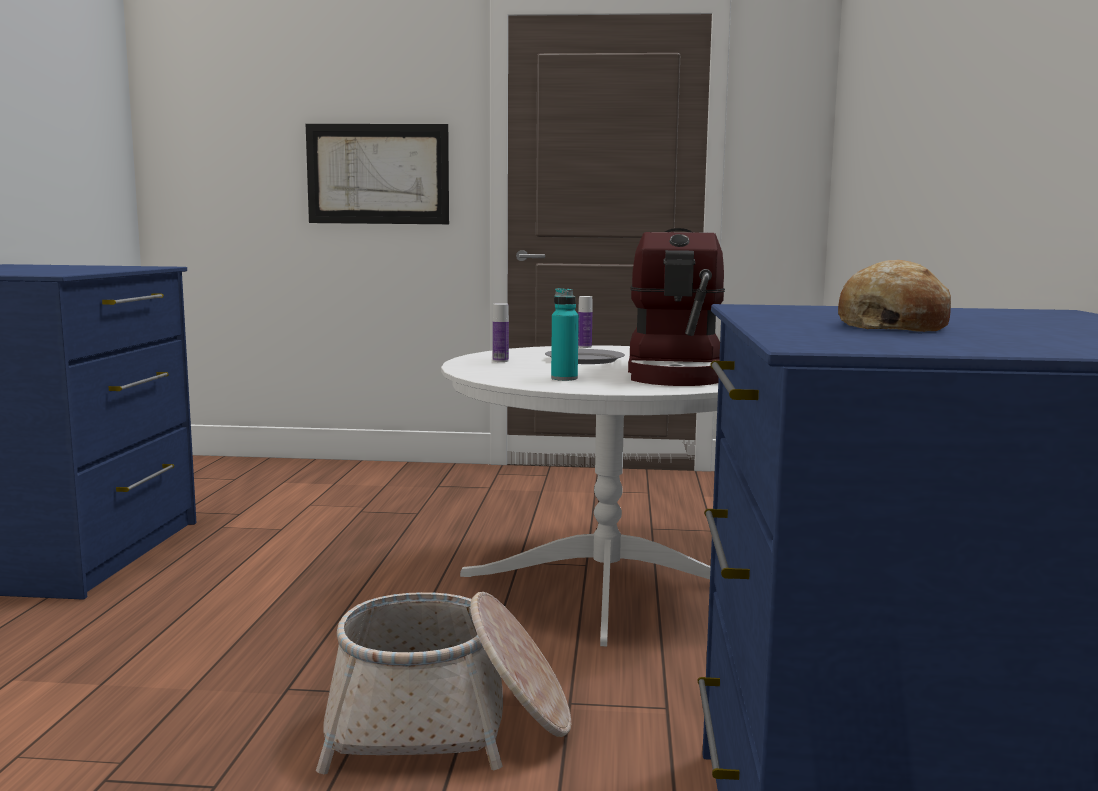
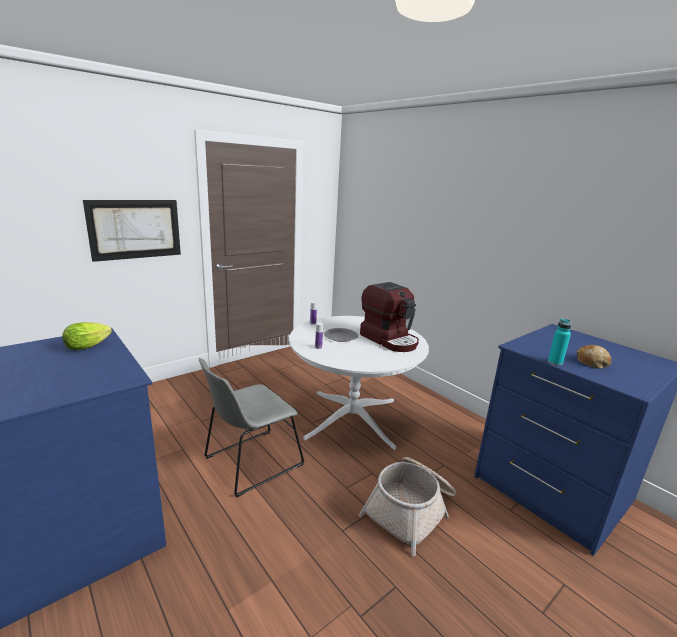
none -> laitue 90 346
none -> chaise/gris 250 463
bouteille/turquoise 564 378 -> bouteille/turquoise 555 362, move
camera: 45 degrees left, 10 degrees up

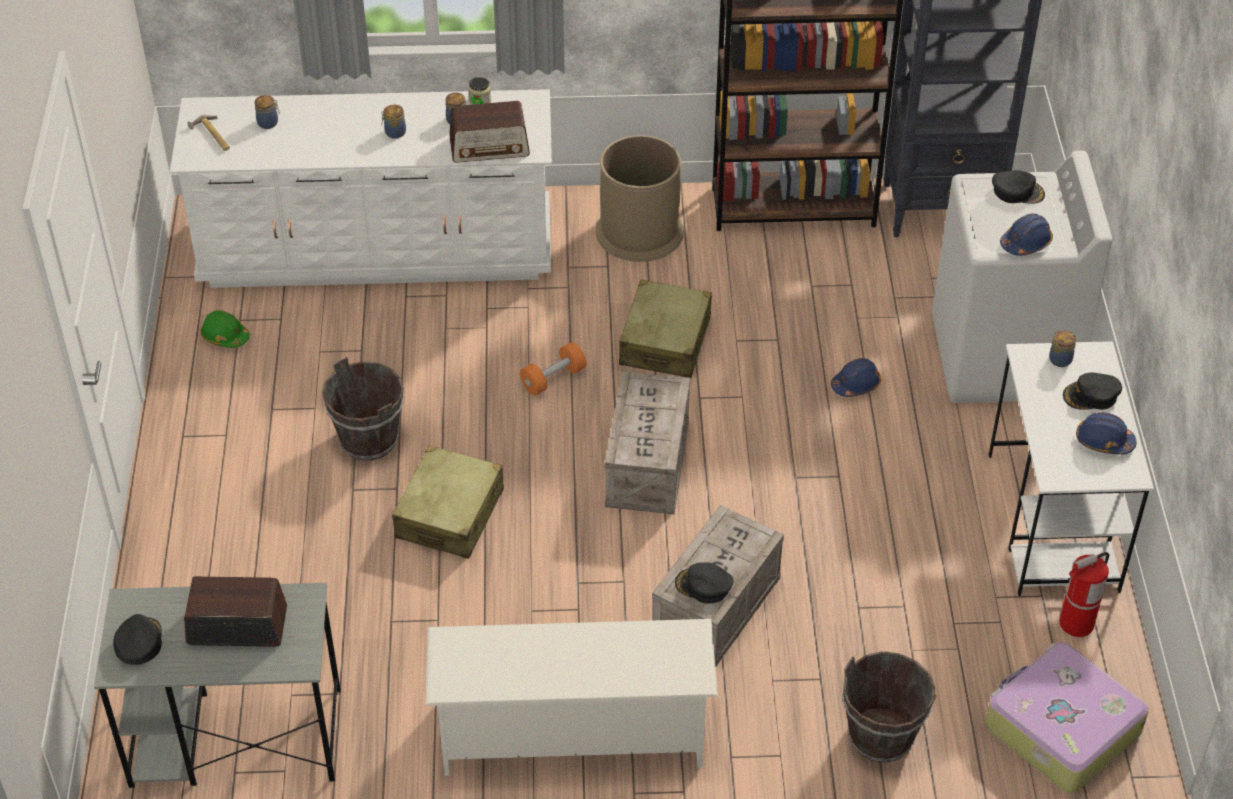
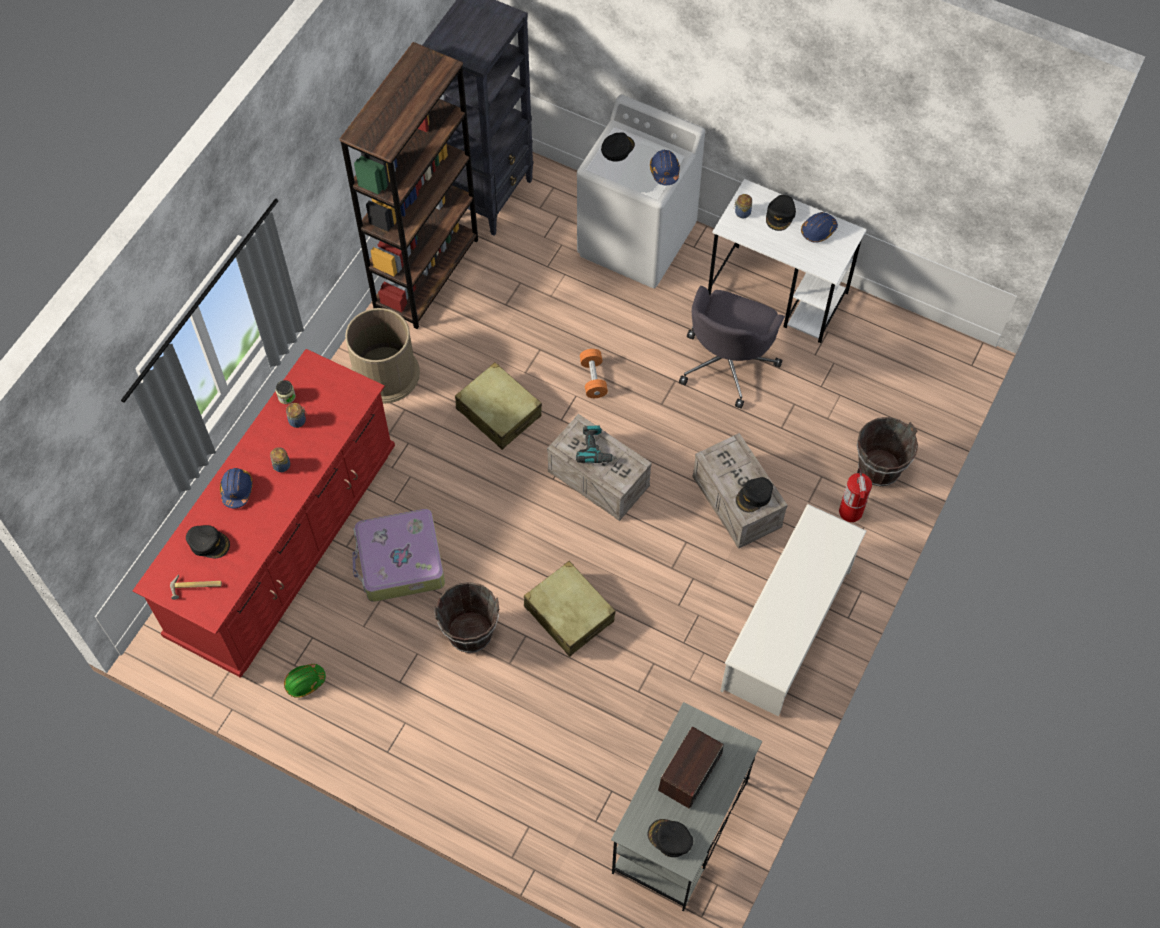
radio 490 147 -> none
none -> perceuse 595 448
none -> chaise de bureau/gris 727 363
haltère/orange 553 379 -> haltère/orange 593 379, move
casque de chantier/bleu 856 384 -> casque de chantier/bleu 237 490, move
valise 1060 728 -> valise 400 562, move
extincteur 1076 624 -> extincteur 851 512, move
bocal 269 123 -> casquette/noir 208 543
commode/blanc 376 249 -> commode/rouge 284 543
camera: 60 degrees left, 15 degrees up

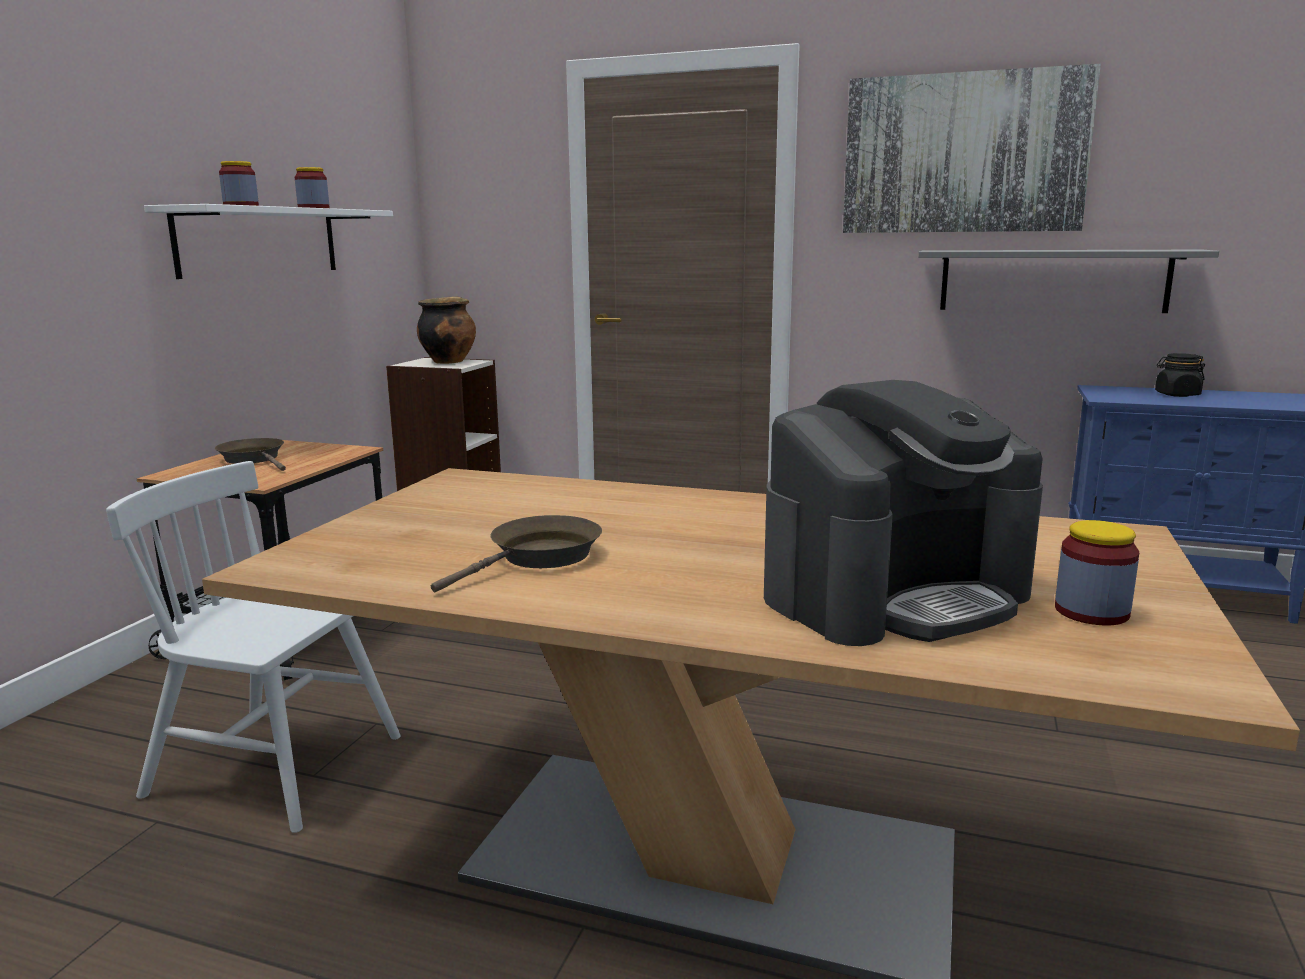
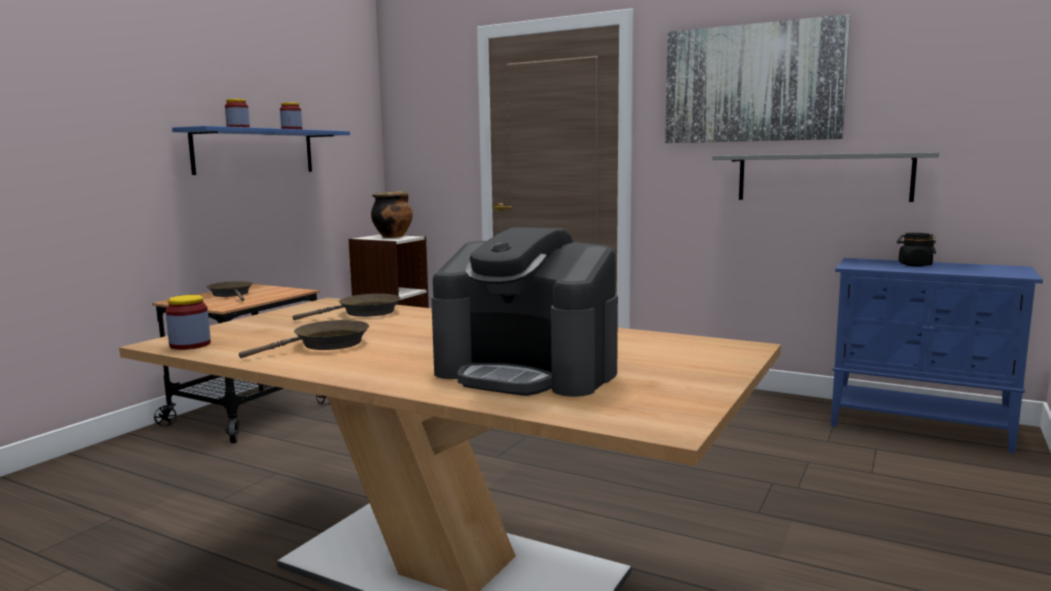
chaise/blanc 276 766 -> none
none -> poêle/marron 364 313
bocal 1091 612 -> bocal 190 345, move
étagère/blanc 259 241 -> étagère/bleu 254 151
machine à café 895 594 -> machine à café 527 372, 45 degrees clockwise
camera: 10 degrees right, 5 degrees down

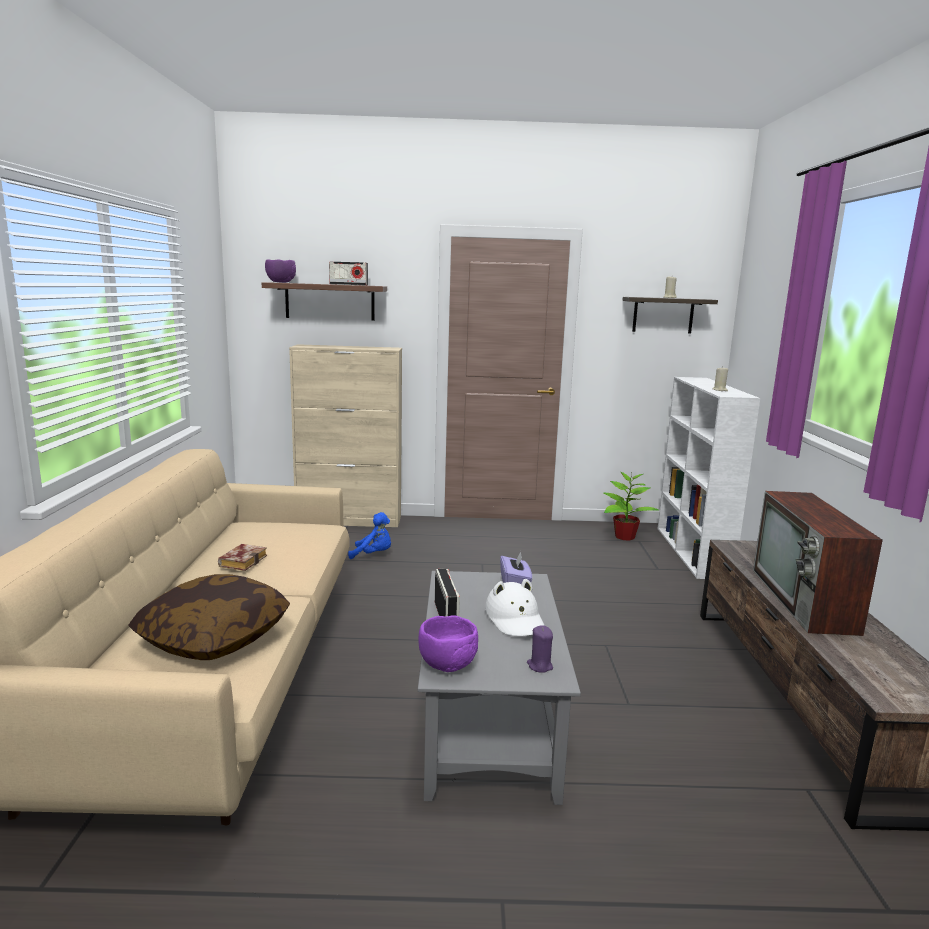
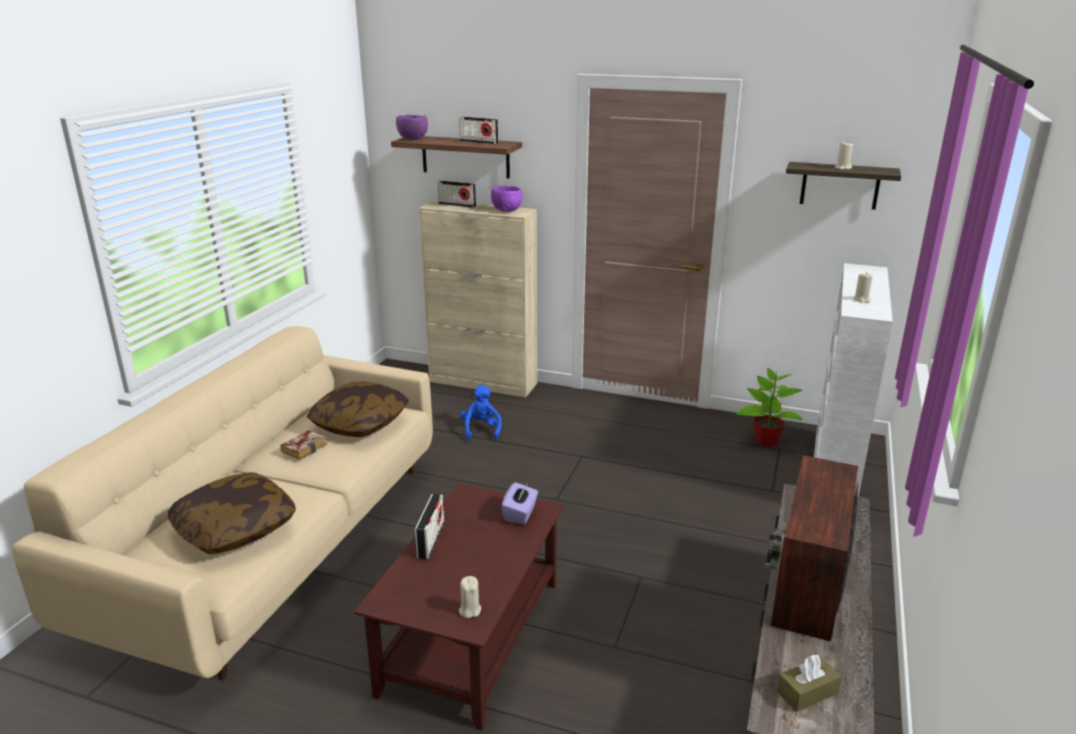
chapeau/blanc 515 619 -> none
none -> coussin 360 423
none -> radio 457 205
none -> boîte à mouchoirs/marron 807 692
bol/violet 447 666 -> bol/violet 506 211, move
table basse/gris 487 720 -> table basse/marron 472 635
bougie/violet 539 666 -> bougie/beige 469 610
peluche/bleu 373 555 -> peluche/bleu 481 430, 120 degrees counterclockwise
camera: 20 degrees right, 10 degrees up

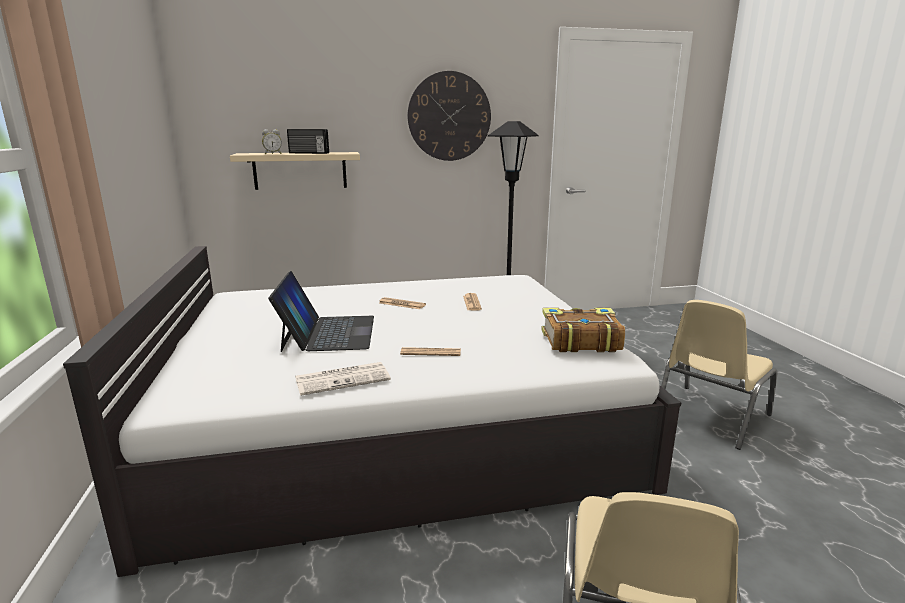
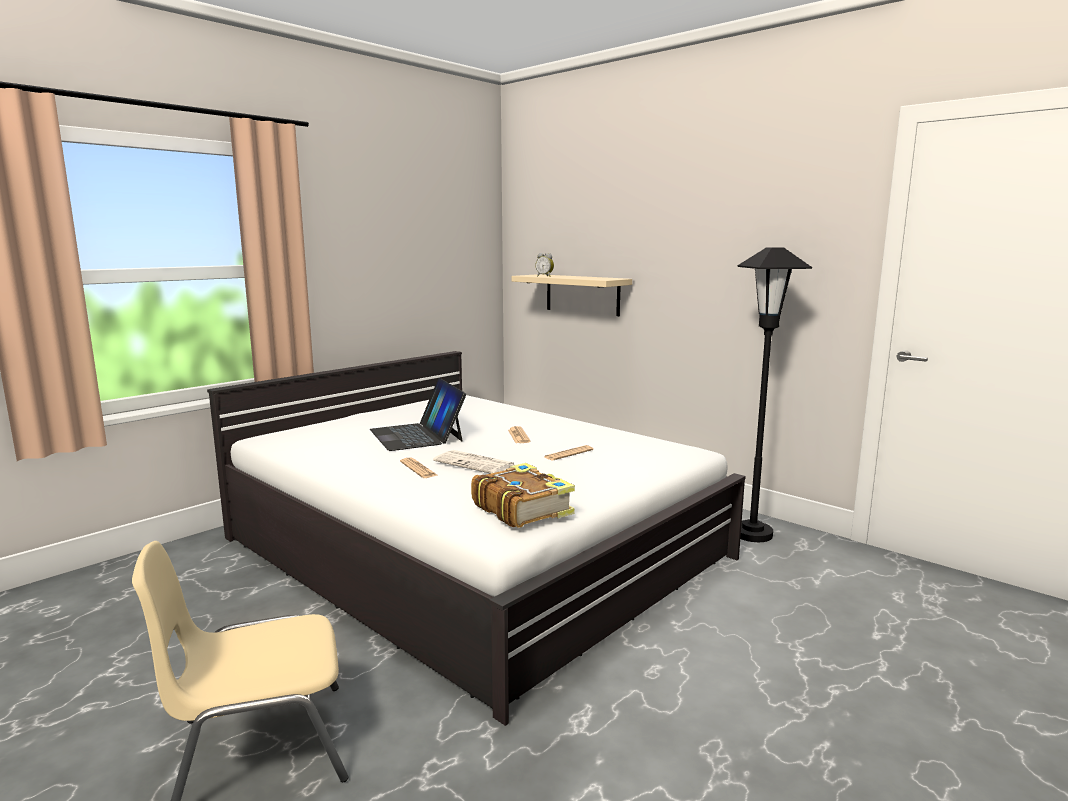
radio 308 153 -> none
horloge murale 449 116 -> none
chaise/beige 710 416 -> none
journal 343 379 -> journal 475 463, move
ordinateur portable 328 333 -> ordinateur portable 417 435, 105 degrees clockwise
camera: 55 degrees right, 5 degrees down

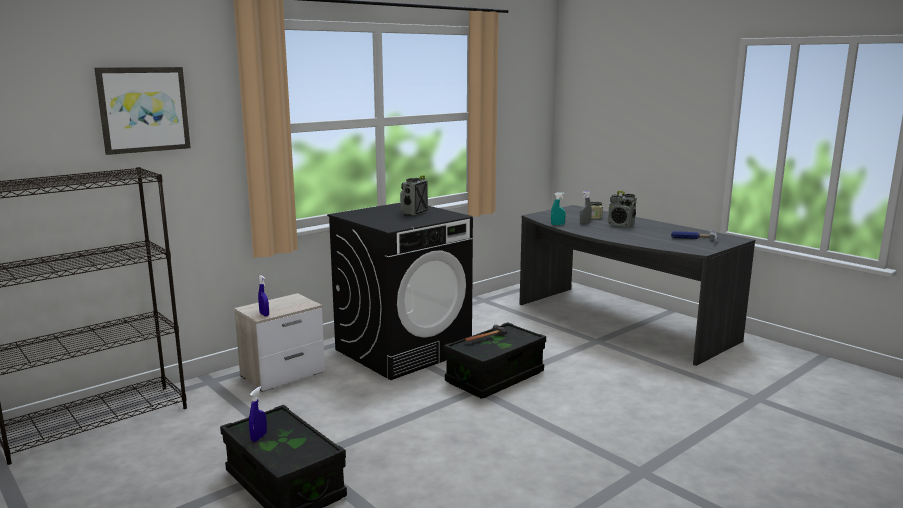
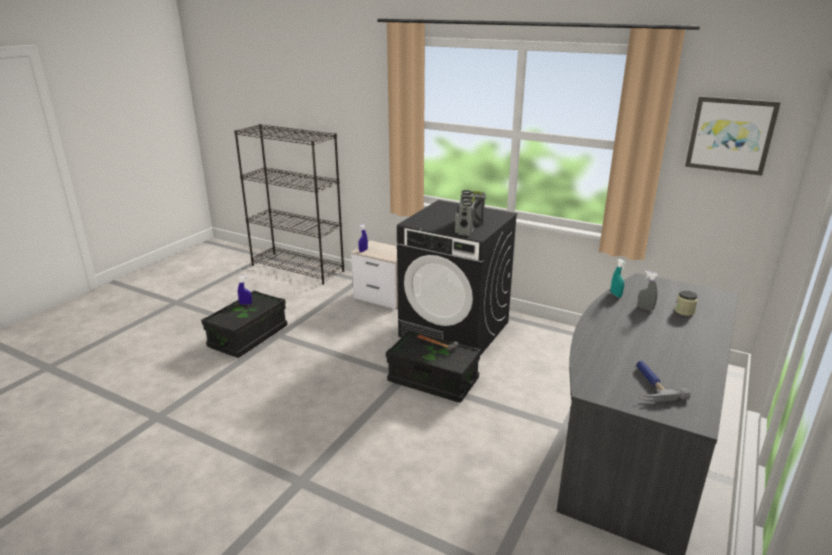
tableau 143 109 -> tableau 730 135, move
radio 621 225 -> radio 464 232, move
camera: 70 degrees right, 10 degrees up

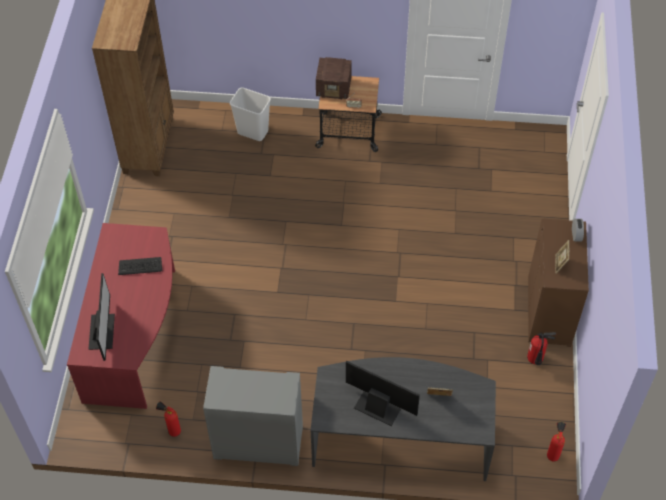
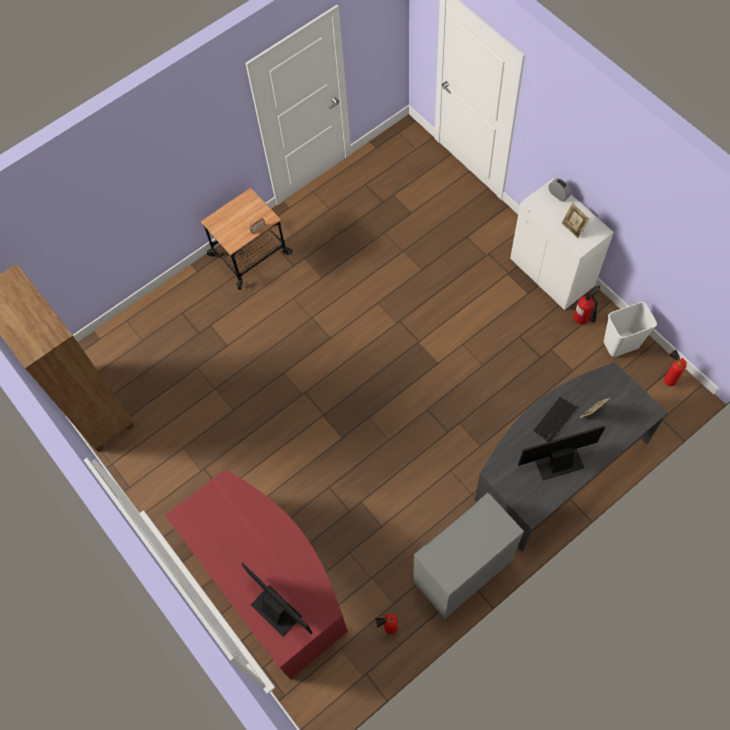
radio 334 88 -> none
clavier 140 266 -> clavier 555 419, move
poubelle/blanc 253 131 -> poubelle/blanc 621 343, move
meuble de rangement/marron 550 311 -> meuble de rangement/blanc 552 272
camera: 40 degrees left, 10 degrees up

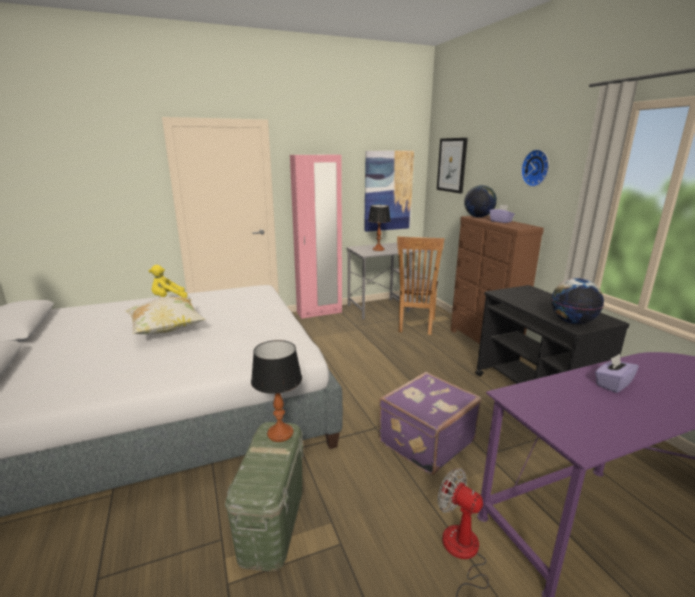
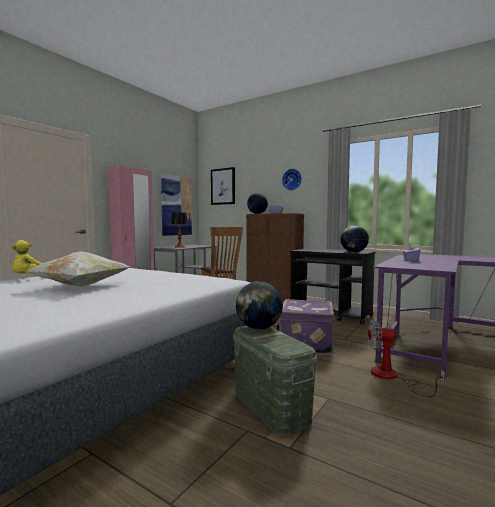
lampe de table 280 433 -> globe 259 328
camera: 35 degrees left, 15 degrees down

